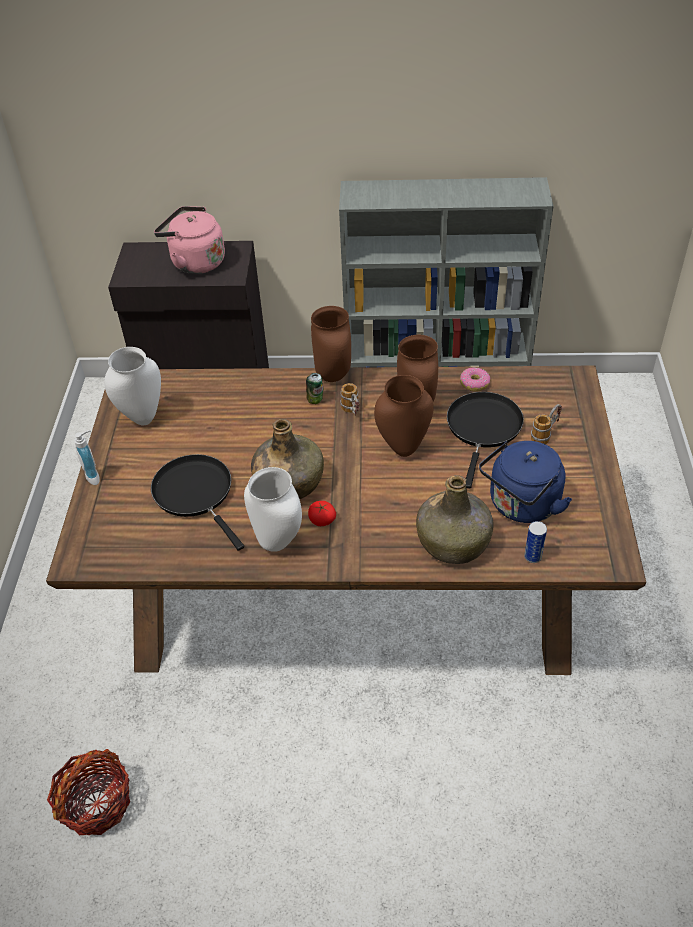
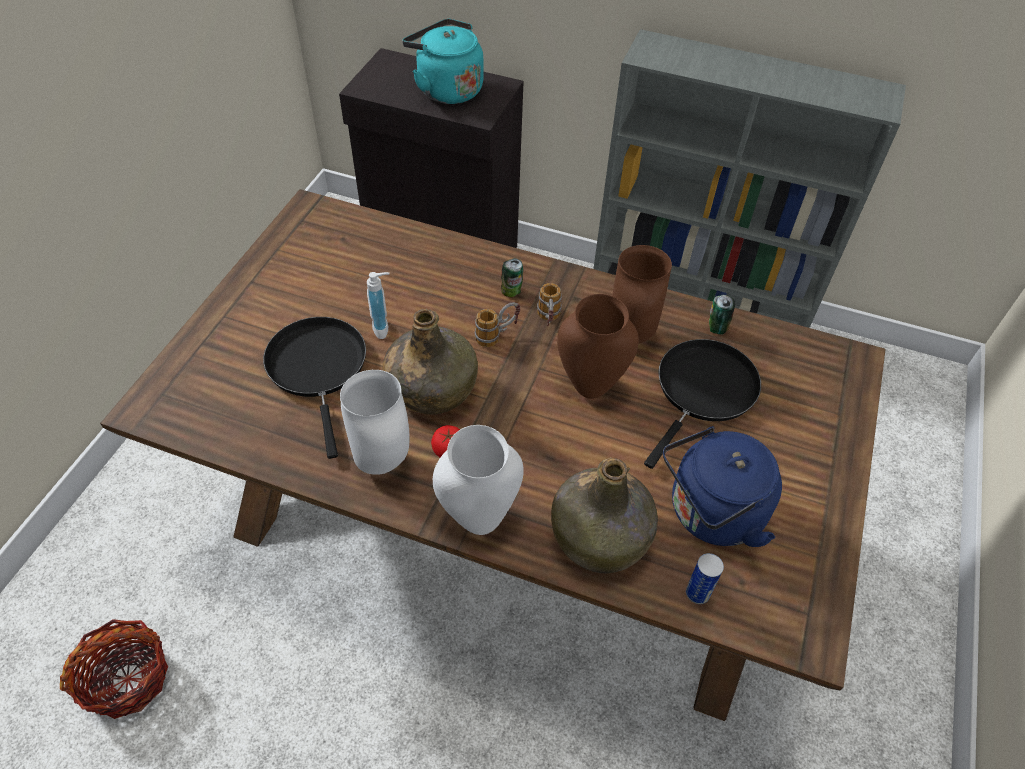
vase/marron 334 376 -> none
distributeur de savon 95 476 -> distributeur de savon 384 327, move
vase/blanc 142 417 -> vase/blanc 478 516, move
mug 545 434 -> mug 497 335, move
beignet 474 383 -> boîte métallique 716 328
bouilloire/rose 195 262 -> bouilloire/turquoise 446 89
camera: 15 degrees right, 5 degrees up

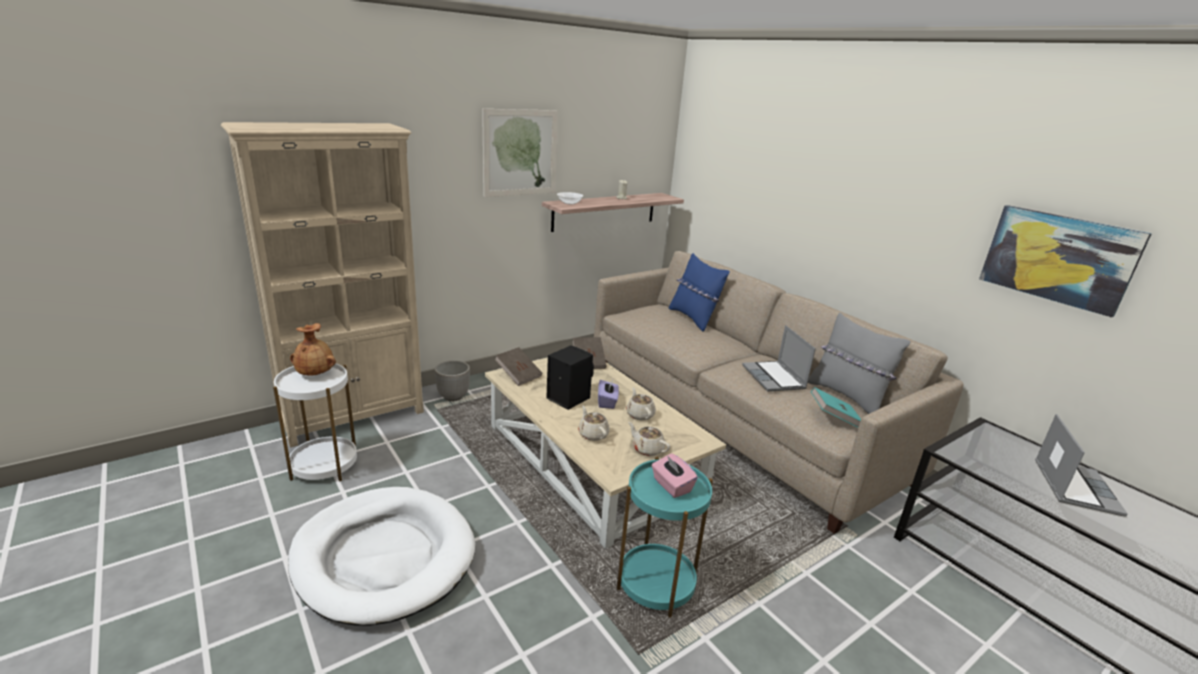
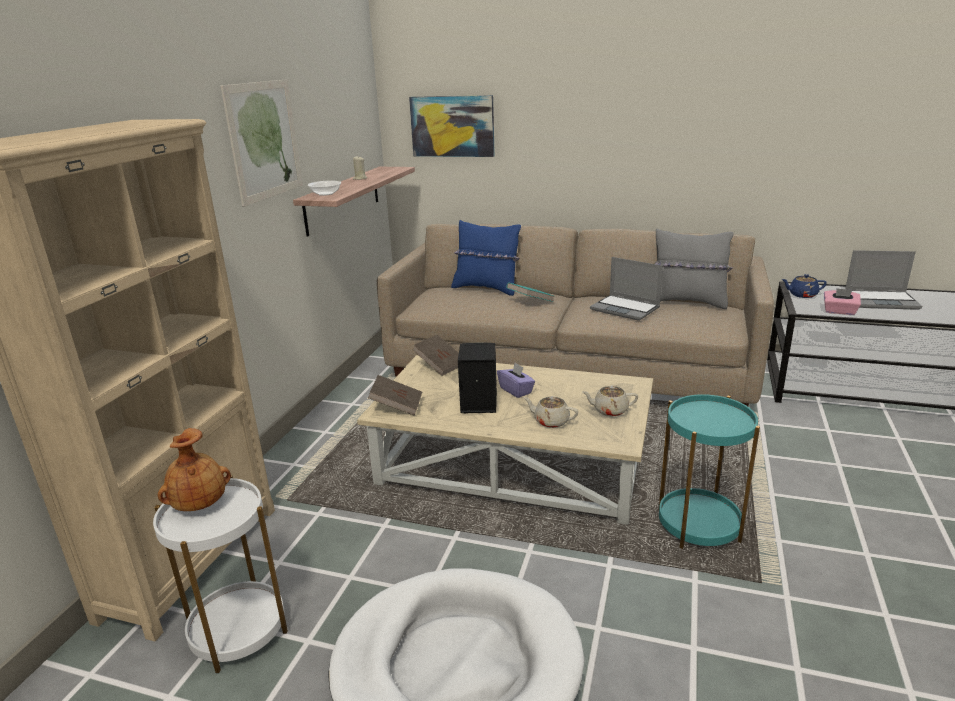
cache-pot 453 396 -> none
théière/beige 640 414 -> none
none -> théière/bleu 802 295
boîte à mouchoirs/rose 671 486 -> boîte à mouchoirs/rose 839 311, move
livre/turquoise 833 417 -> livre/turquoise 530 302, move
tableau 1058 258 -> tableau 452 126, move
ordinateur portable 1074 486 -> ordinateur portable 881 301, 120 degrees clockwise
camera: 35 degrees left, 0 degrees up

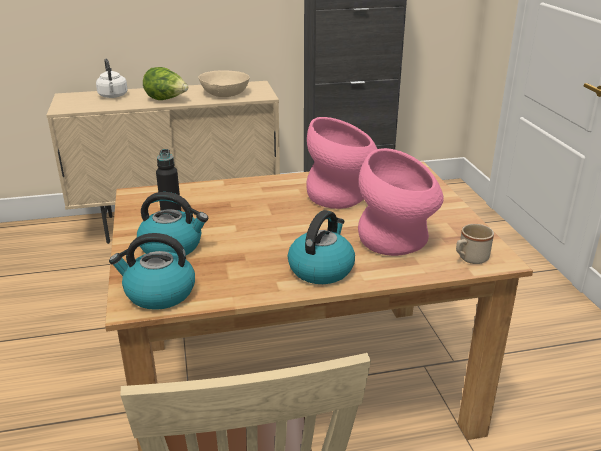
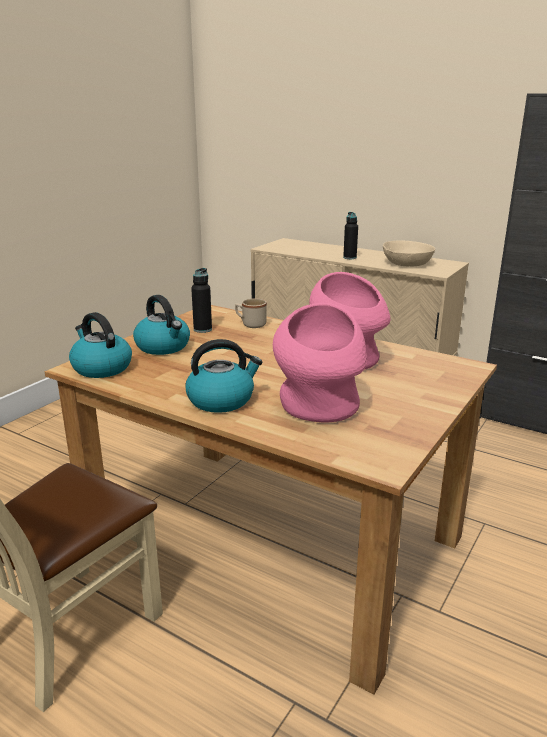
bouilloire/blanc 113 96 -> none
mug/beige 469 259 -> mug/beige 250 324, move
laitue 166 100 -> bouteille/noir 349 257
camera: 45 degrees right, 5 degrees down

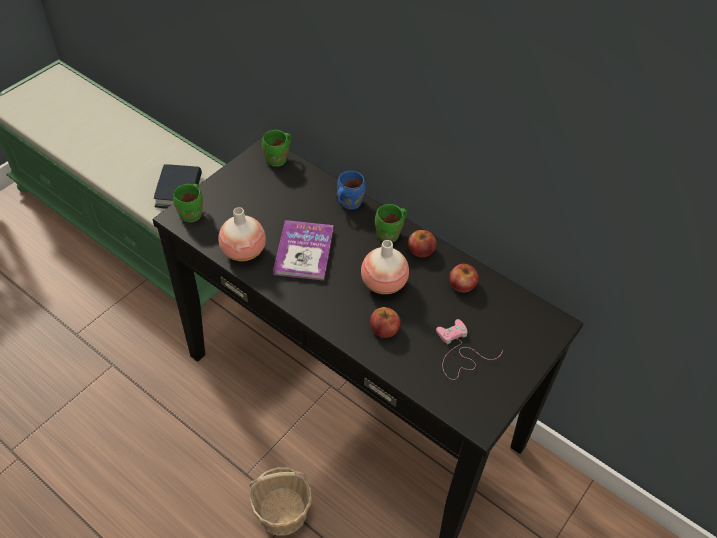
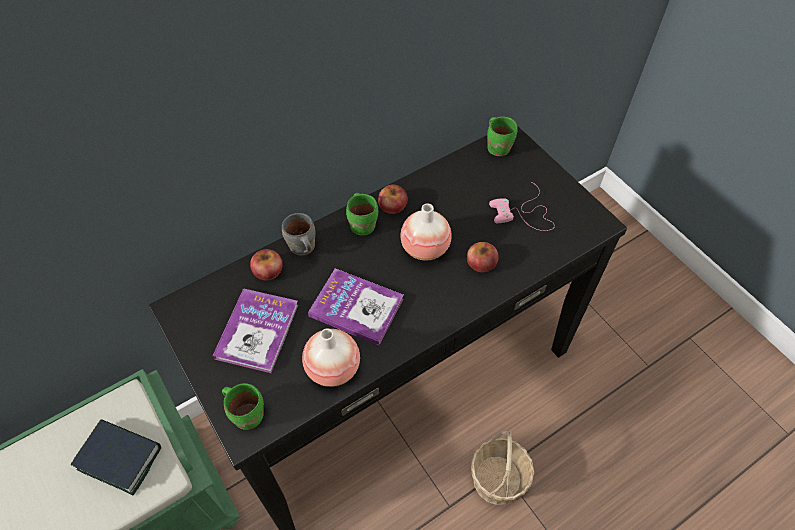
none -> livre 257 331
mug/vert 278 160 -> mug/vert 499 147, move
pomme 462 284 -> pomme 268 271, move
mug/bleu 348 202 -> mug/gris 301 248
camera: 70 degrees left, 5 degrees up

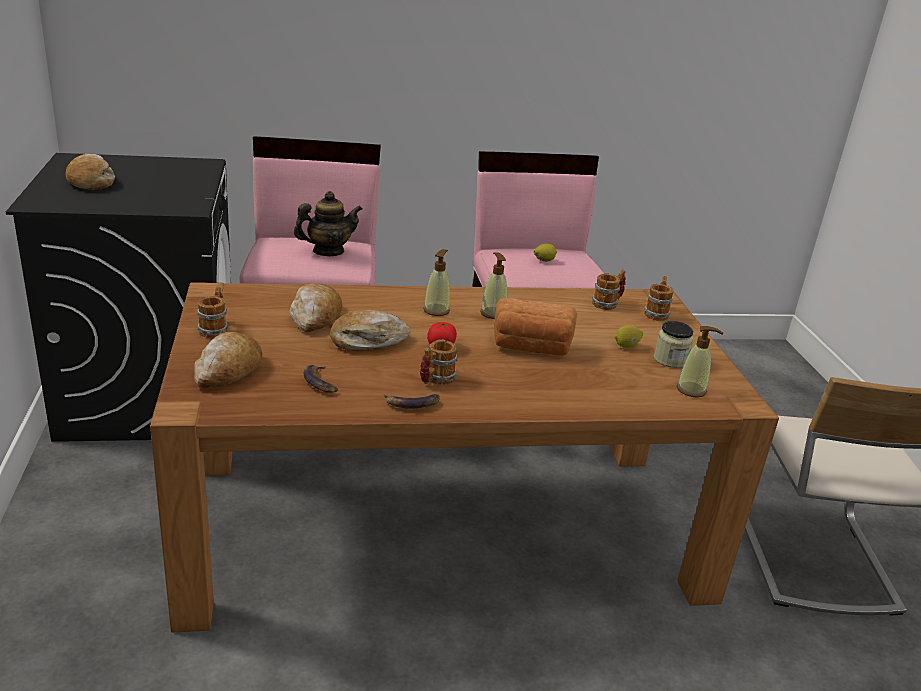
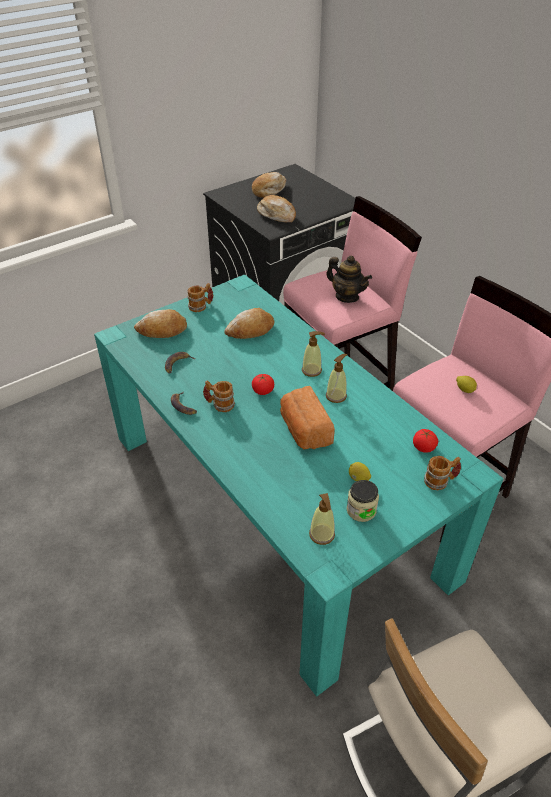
pain 368 340 -> pain 277 215, move
mug 608 303 -> tomate 423 447
table à manger/marron 442 525 -> table à manger/turquoise 275 503
camera: 65 degrees right, 15 degrees up

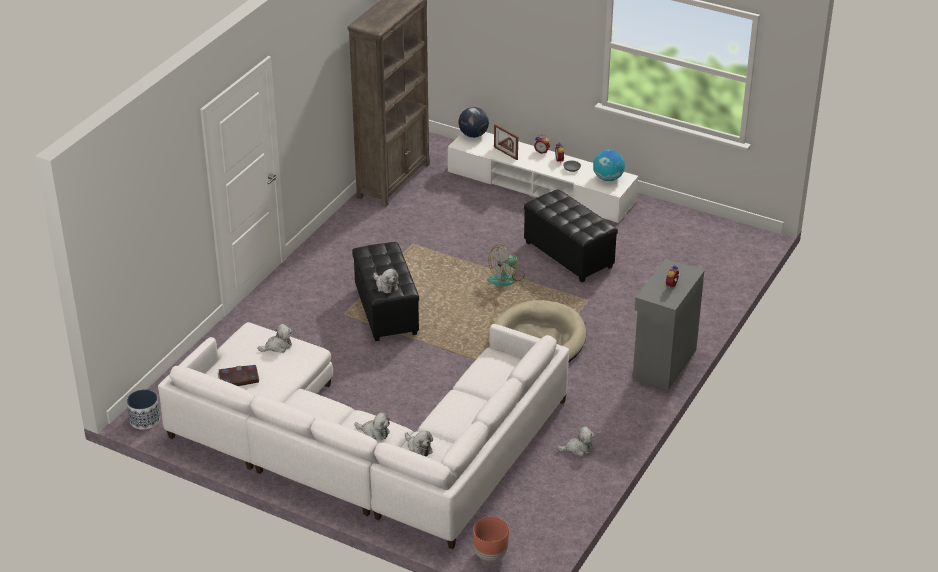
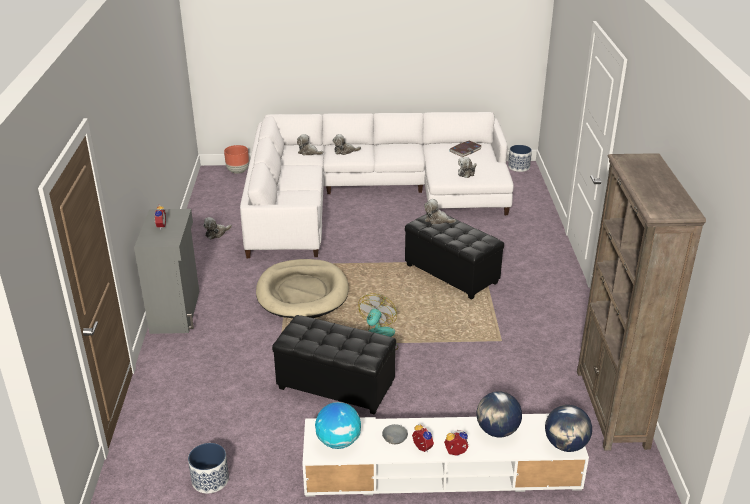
none -> cache-pot 210 480
cadre photo 505 153 -> globe 497 431
camera: 150 degrees right, 5 degrees down

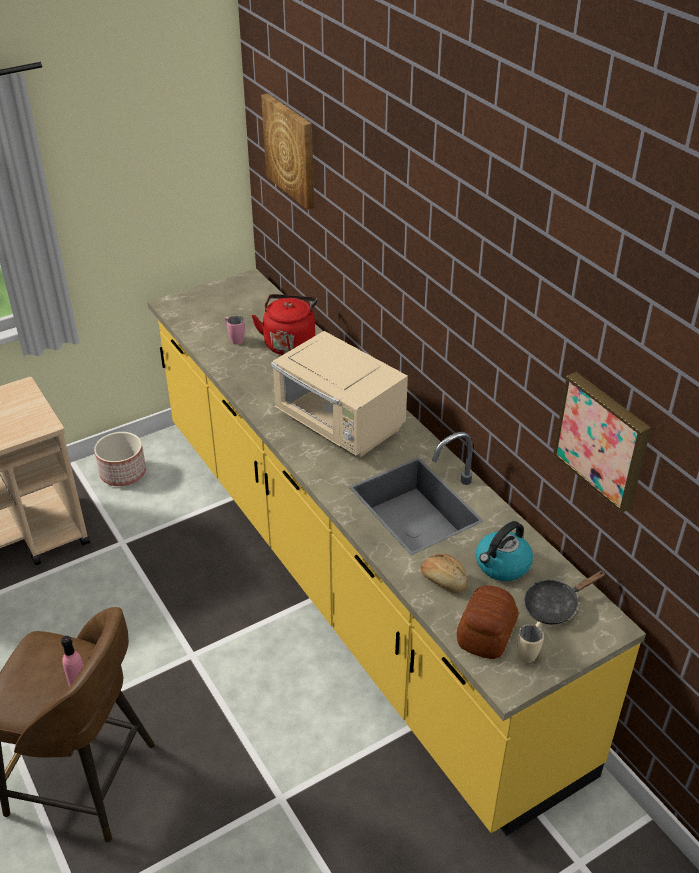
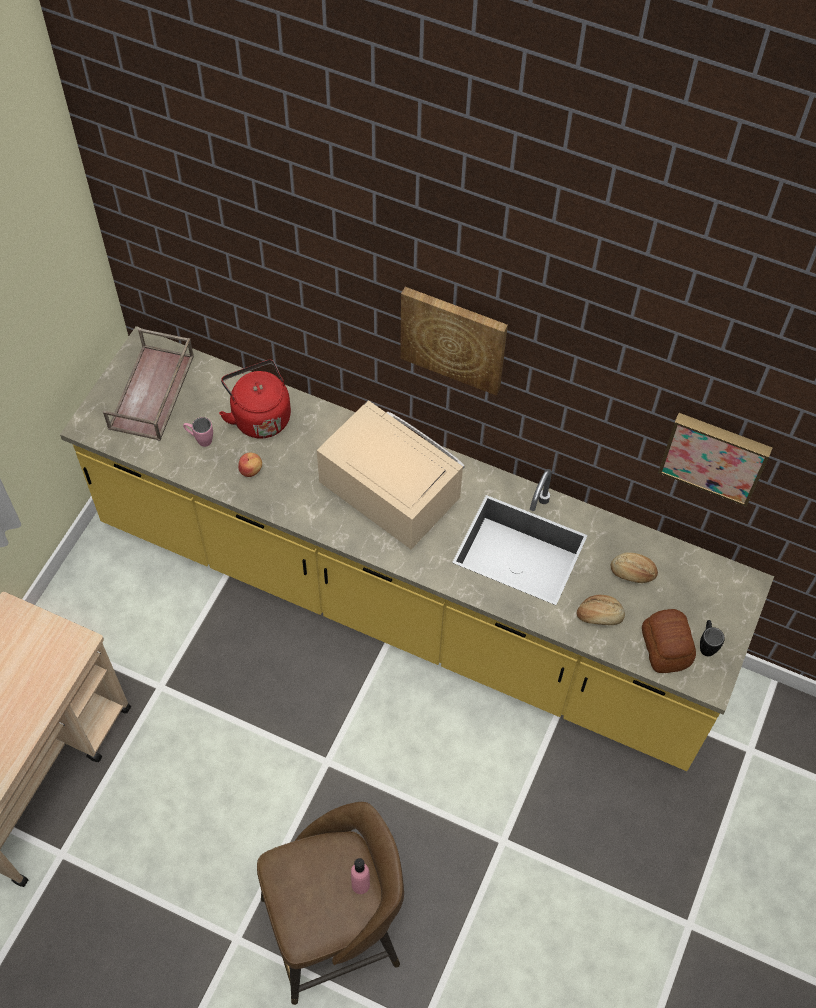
cache-pot 123 473 -> none
poêle/noir 555 605 -> none
none -> plateau/marron 152 393
none -> pomme 251 470
tableau 291 150 -> tableau 454 338, move
bouilloire 502 565 -> pain 632 573
mug/beige 529 651 -> mug/noir 706 644
micro-ondes/beige 340 424 -> micro-ondes/beige 389 494, 150 degrees counterclockwise
camera: 35 degrees left, 20 degrees up

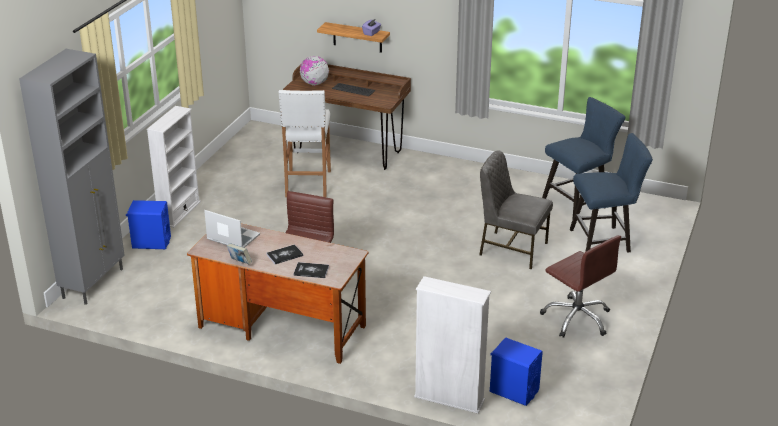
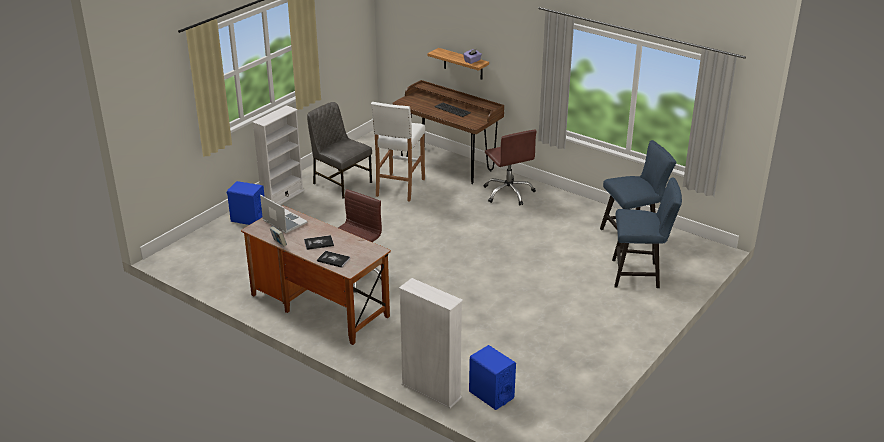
meuble de rangement/gris 94 283 -> none
globe 314 84 -> none
chaise/gris 512 249 -> chaise/gris 341 183, move
chaise de bureau/marron 577 318 -> chaise de bureau/marron 508 193, move
camera: 15 degrees right, 0 degrees up

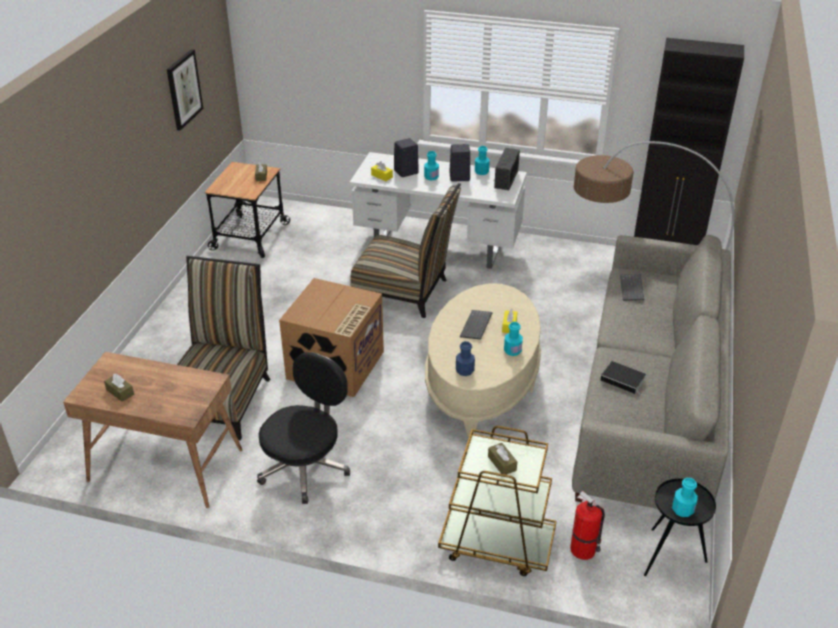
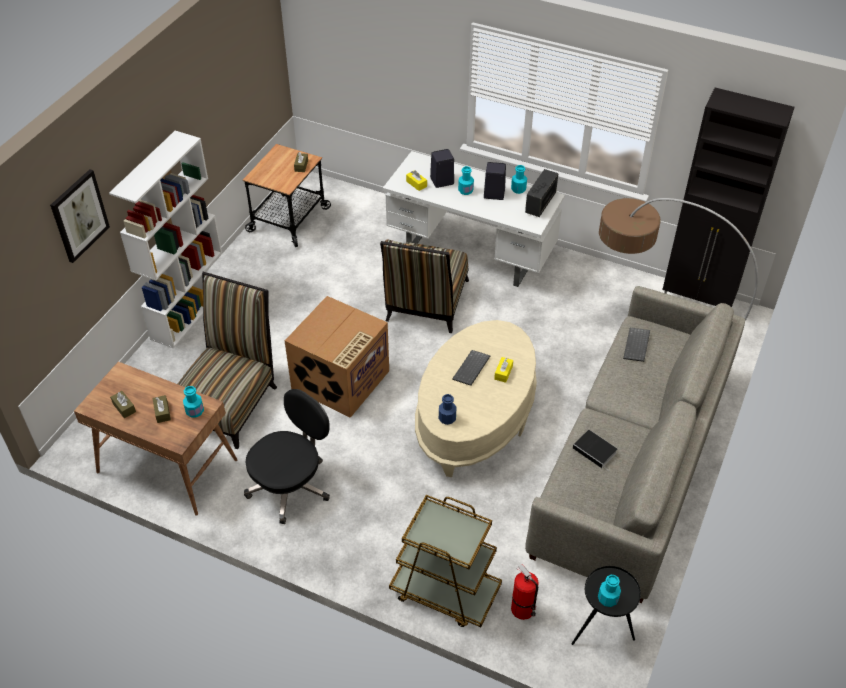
none -> bibliothèque/blanc 190 311
tableau 184 89 -> tableau 79 215, move
boîte à mouchoirs/marron 502 463 -> boîte à mouchoirs/marron 162 412, move
bouteille/turquoise 512 351 -> bouteille/turquoise 195 411, move
chaise 405 292 -> chaise 426 305, 75 degrees clockwise
camera: 10 degrees right, 10 degrees up

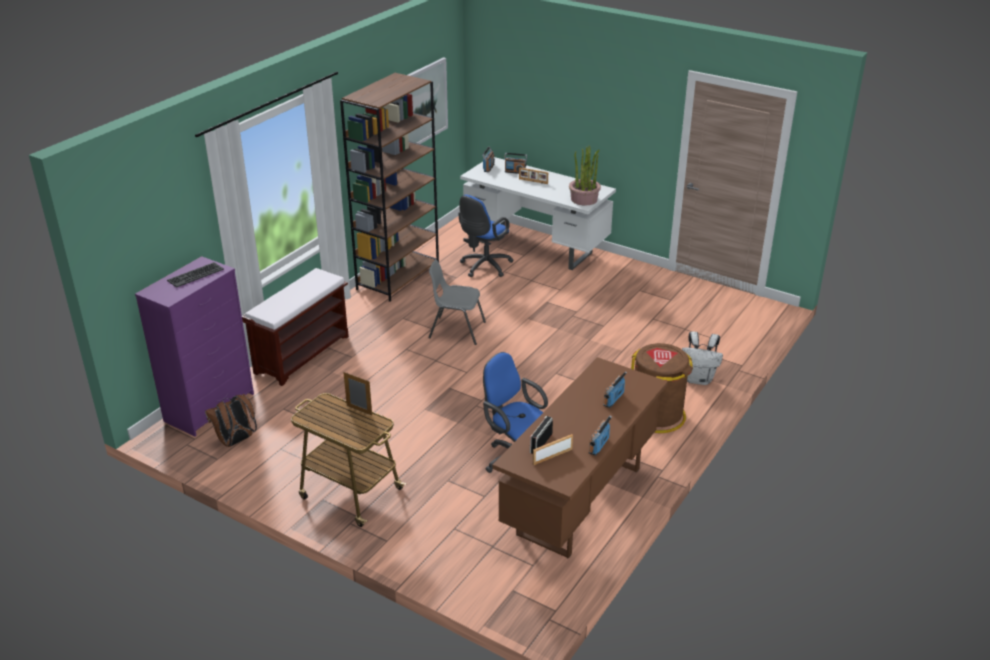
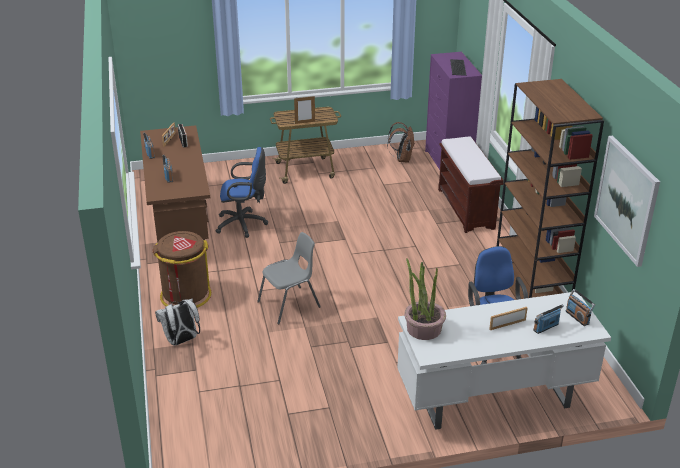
chaise/gris 456 330 -> chaise/gris 290 305, move
camera: 135 degrees right, 0 degrees up

